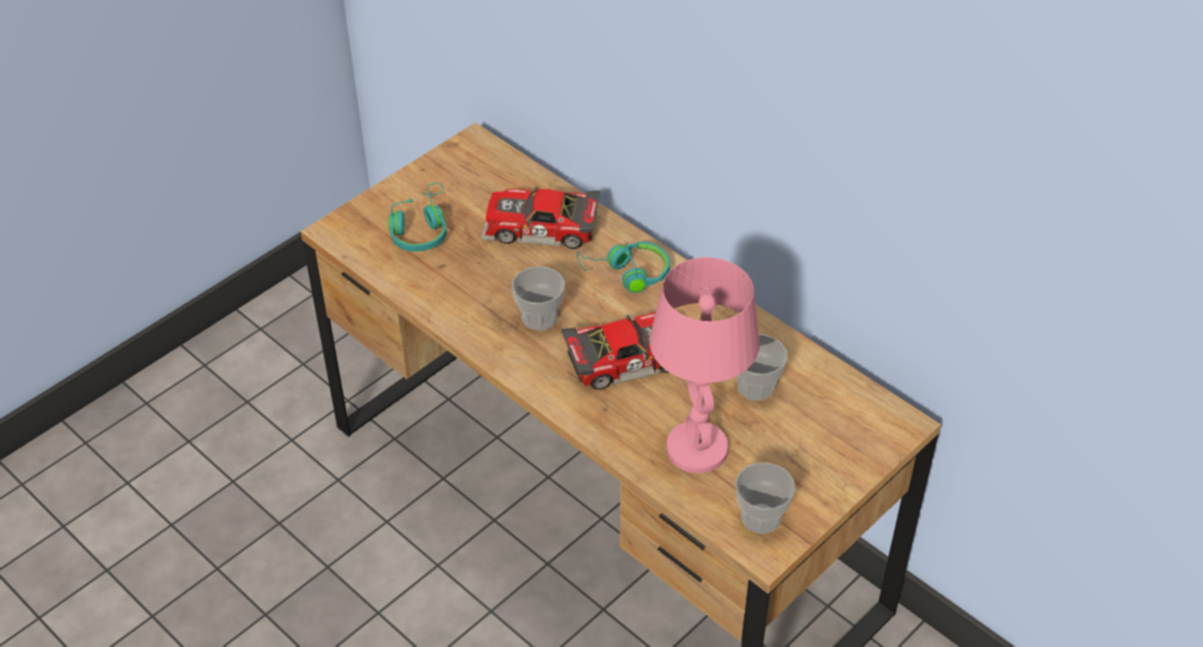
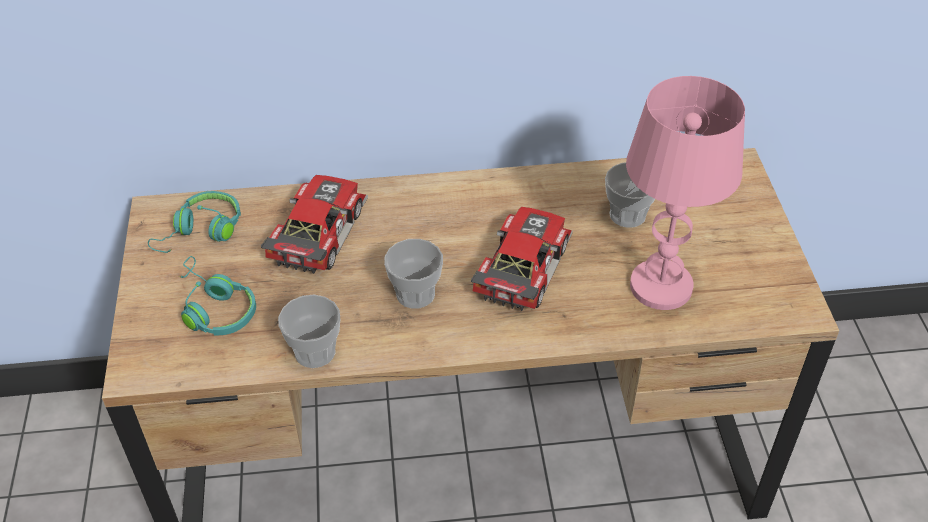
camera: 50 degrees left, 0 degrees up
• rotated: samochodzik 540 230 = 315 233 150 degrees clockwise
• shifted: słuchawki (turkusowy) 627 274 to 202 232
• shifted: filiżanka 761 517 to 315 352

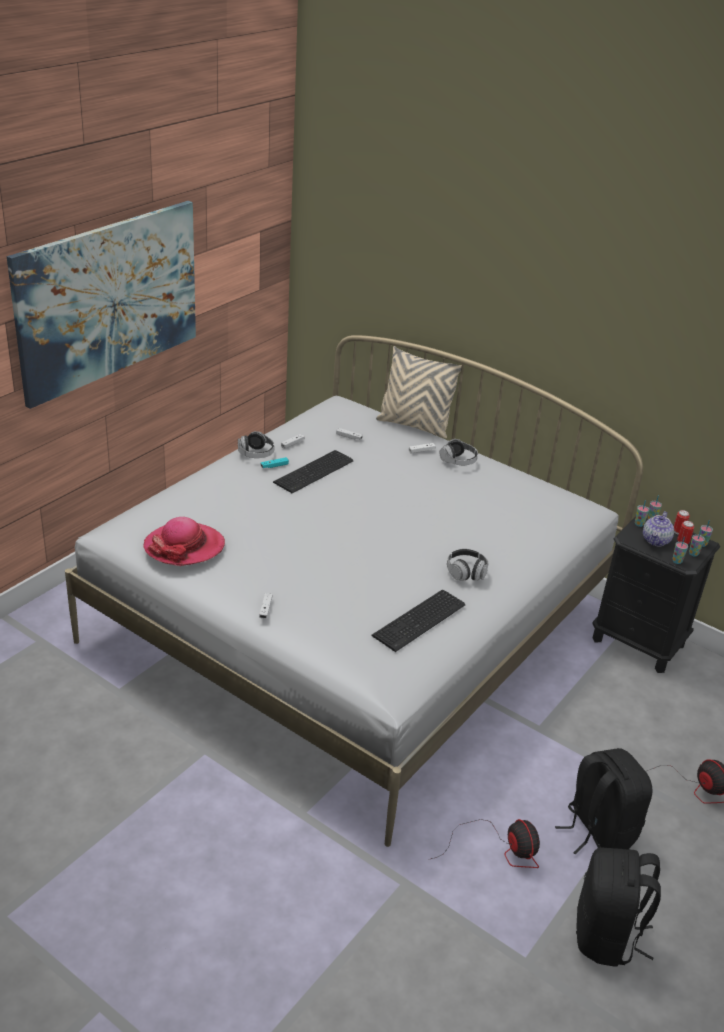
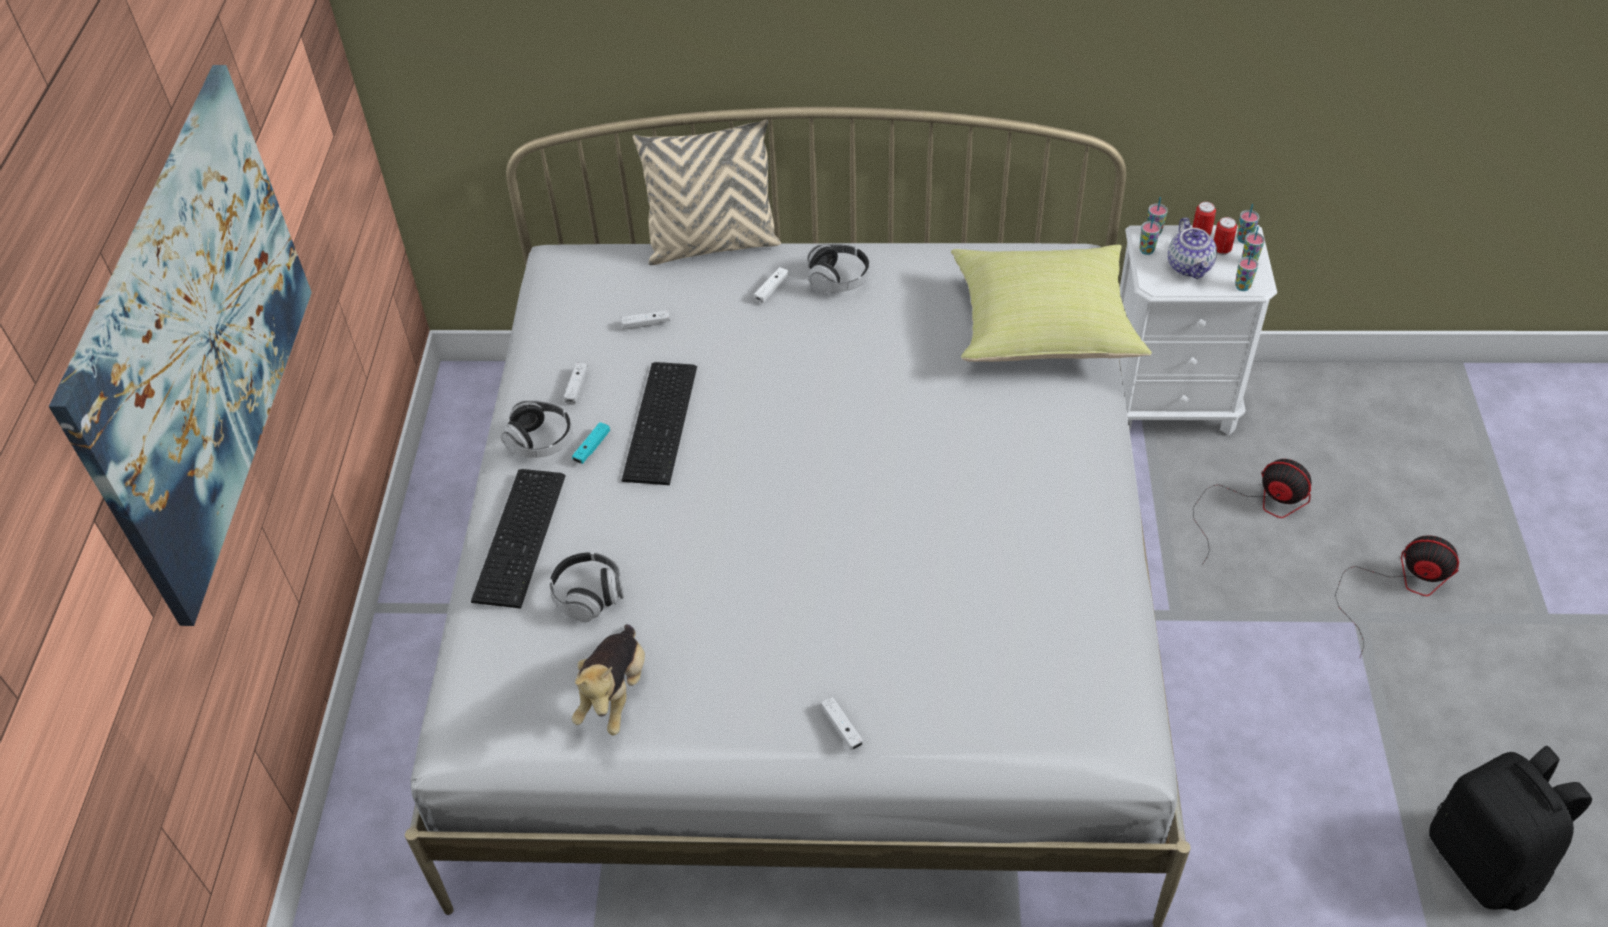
camera: 30 degrees left, 15 degrees up
• swapped: kapelusz 184 547 to pluszak 614 693
• shifted: klawiatura 421 620 to 523 536
• shifted: wentylator 500 849 to 1255 508
• shifted: słuchawki 466 572 to 588 595
• gone: plecak (czarny) 597 830
• repainted: szafka nocna (czarny) 638 642 to szafka nocna (biały) 1171 402
• new: poduszka (żółty) 1044 327

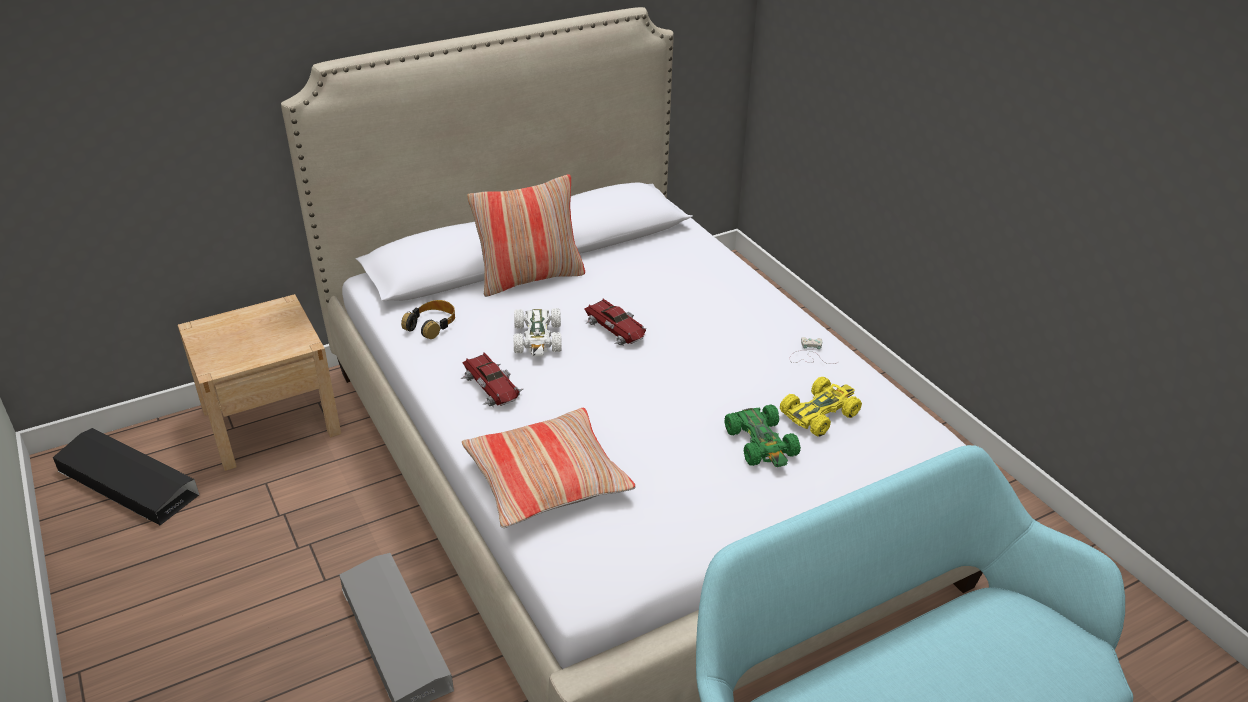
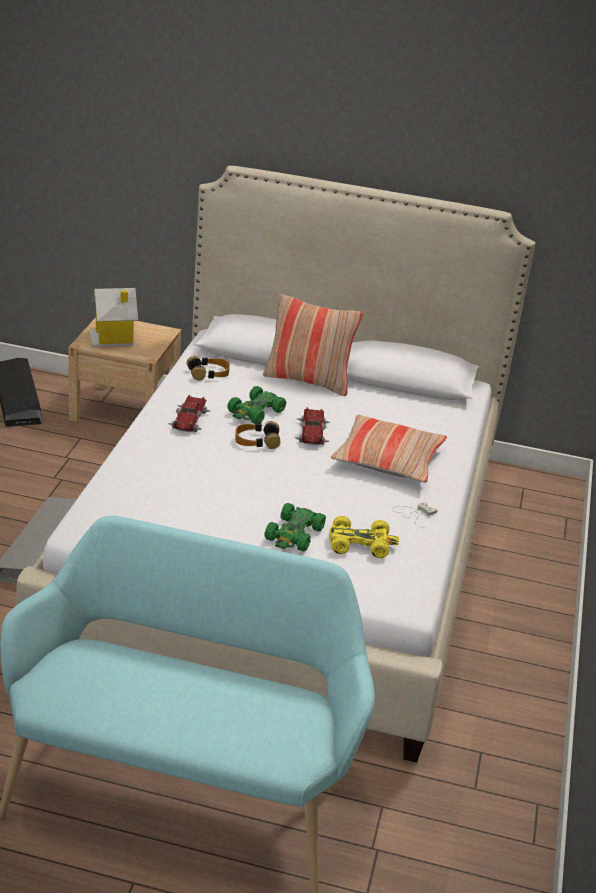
camera: 40 degrees right, 5 degrees down
• shifted: poduszka 547 479 to 388 459
• repainted: samochodzik (biały) 538 339 to samochodzik (zielony) 255 412
• new: domek 113 339
• new: słuchawki 257 441

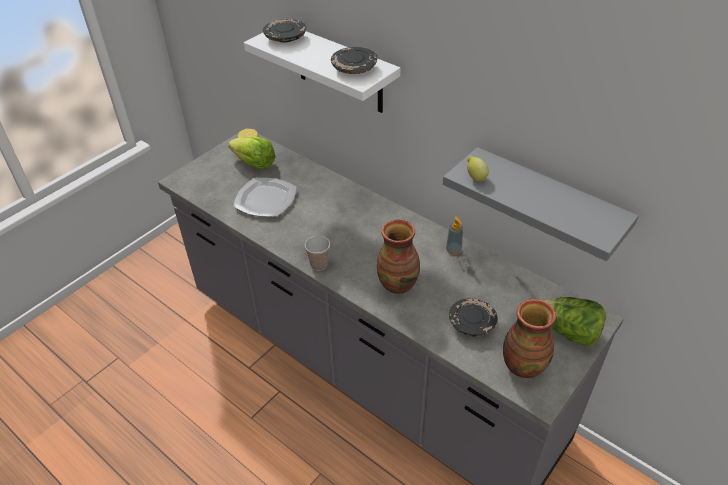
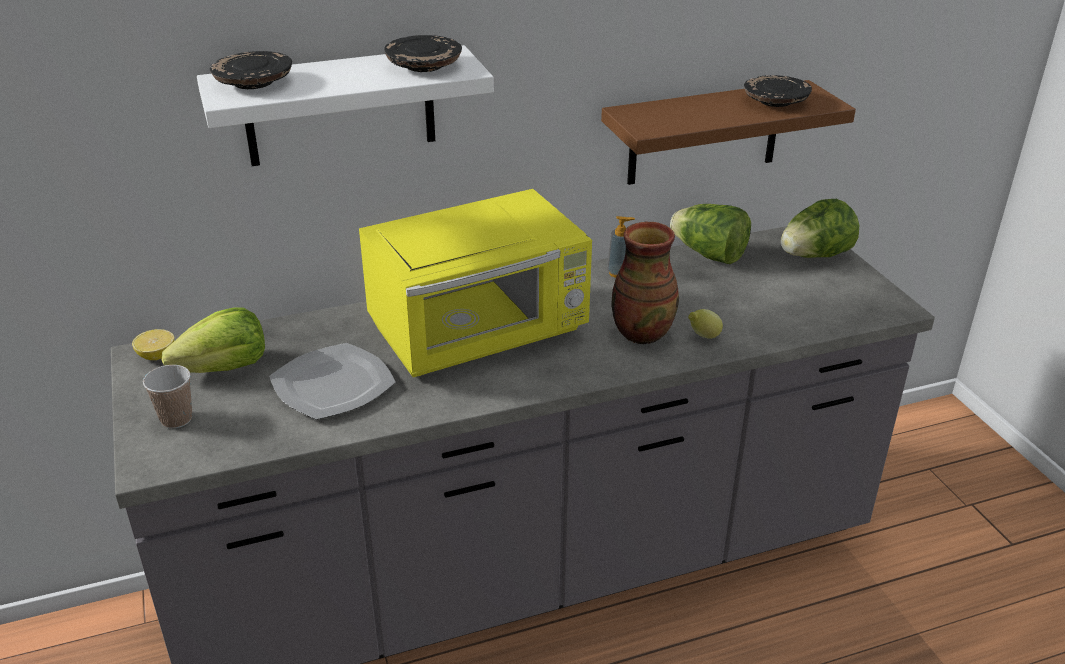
camera: 60 degrees left, 10 degrees down
• shifted: filiżanka 319 265 to 176 419
• repainted: półka (szary) 547 204 to półka (brązowy) 704 133
• shifted: talerz (czarny) 471 323 to 775 101
• shifted: cytryna 475 177 to 703 336
• gone: wazon 523 365
• new: mikrofalówka (żółty) 481 334
• new: sałata 709 255

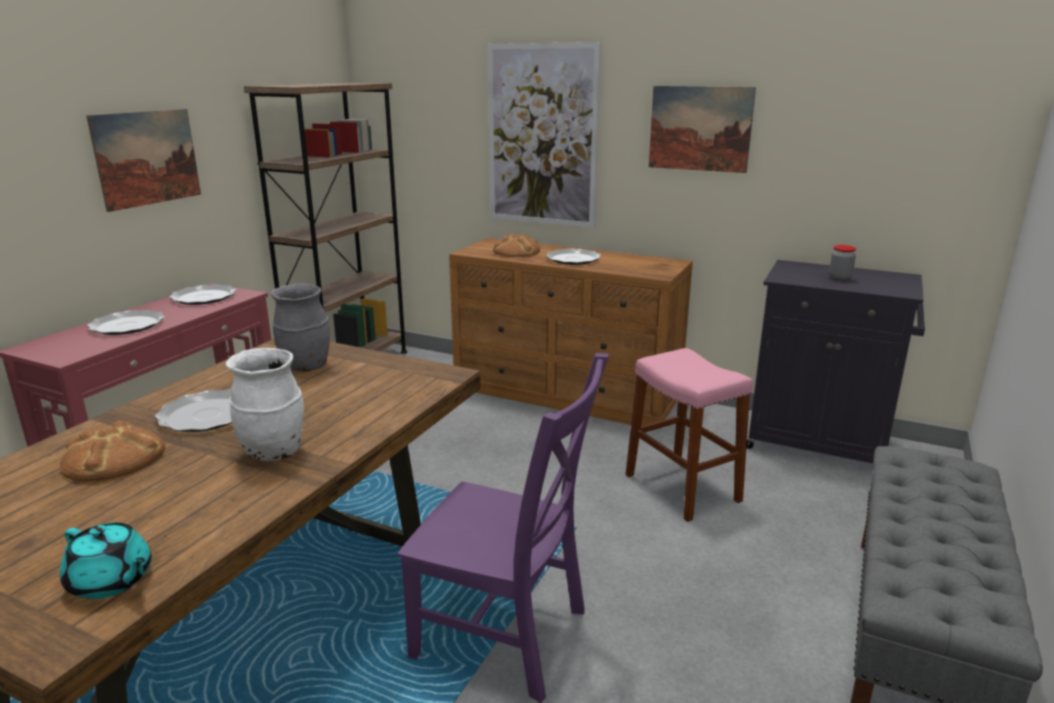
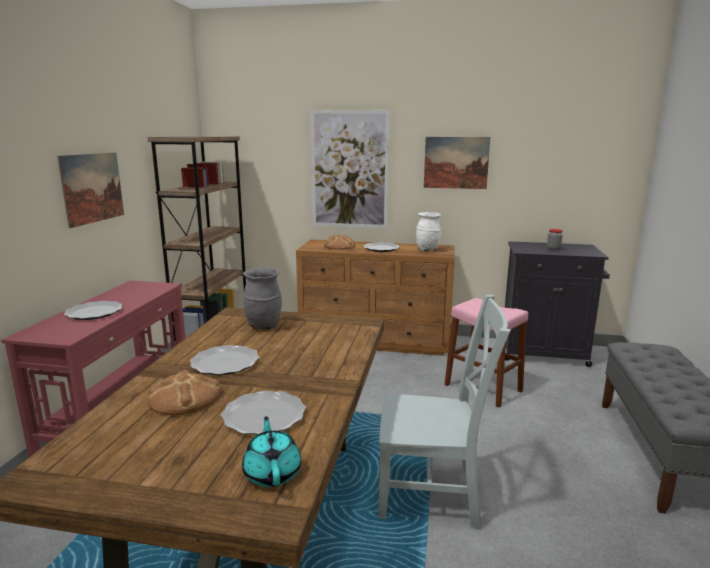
camera: 15 degrees left, 5 degrees down
• rotated: imbryk (turkusowy) 111 581 = 272 472 120 degrees counterclockwise
• shifted: talerz 204 297 to 264 415
• shifted: wazon (biały) 274 452 to 427 250
• repainted: krzesło (fioletowy) 507 636 to krzesło (szary) 434 493

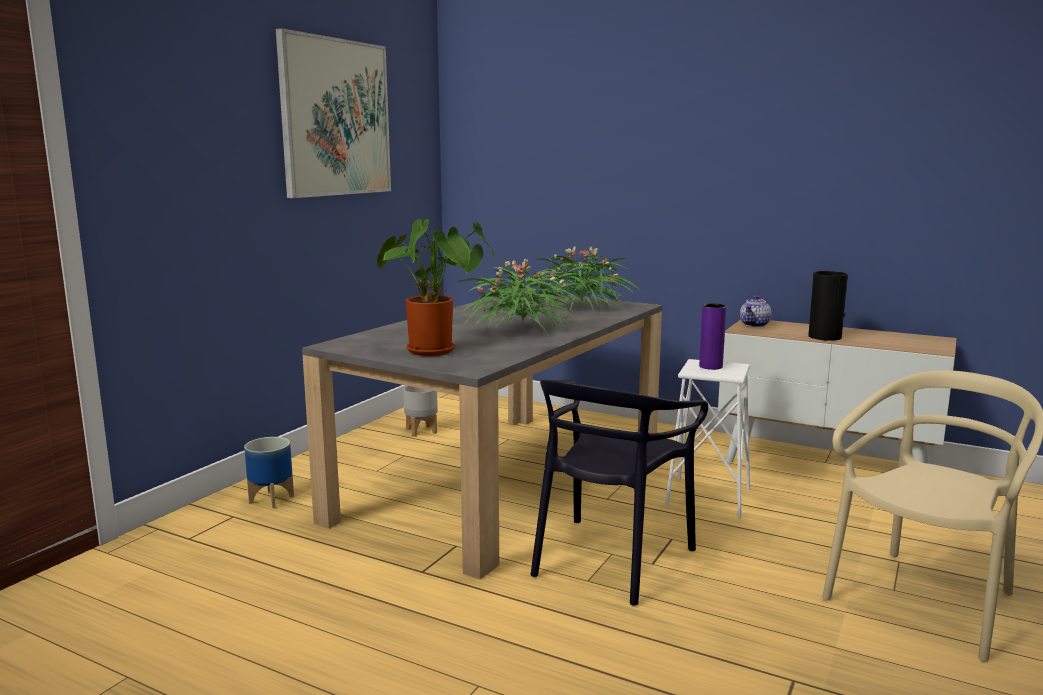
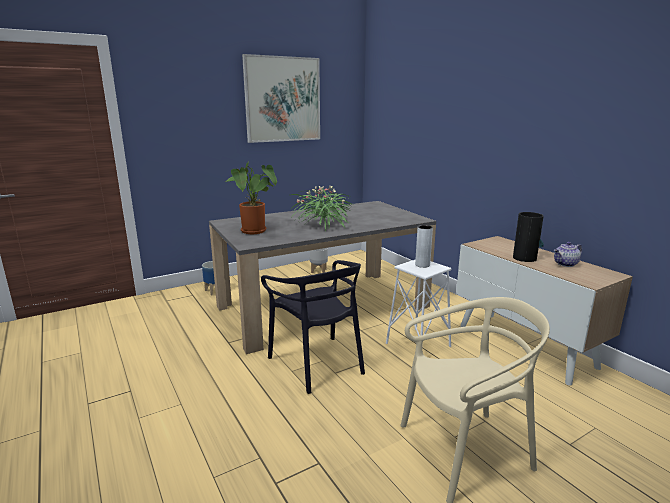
camera: 30 degrees right, 5 degrees up
• gone: roślina doniczkowa 582 307
• rotated: krzesło (czarny) 610 559 = 317 363 90 degrees counterclockwise
• repainted: wazon (fioletowy) 710 366 to wazon (szary) 422 265
• shifted: imbryk 755 325 to 566 264

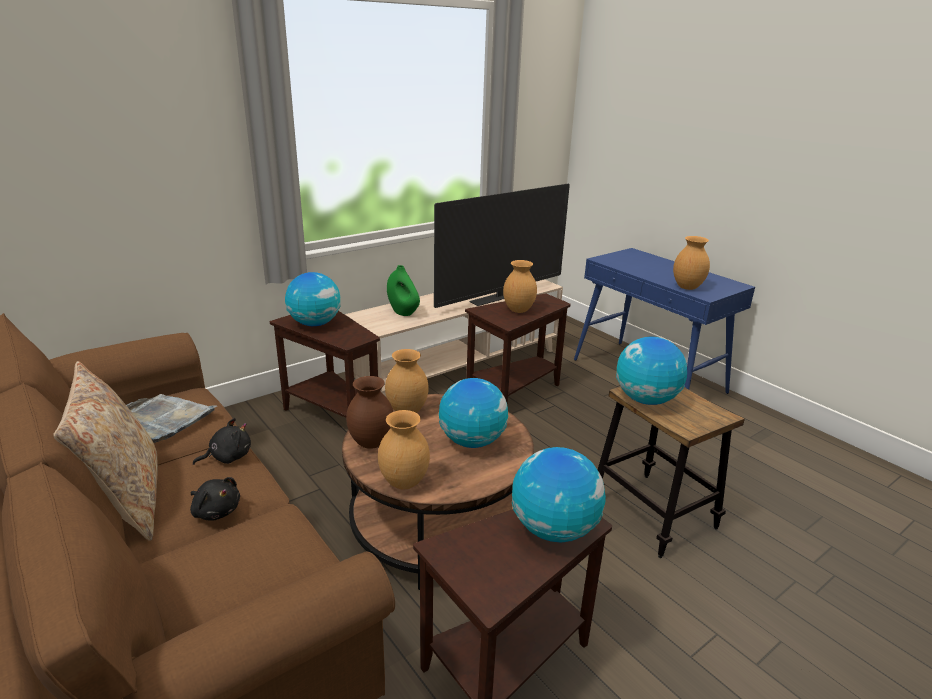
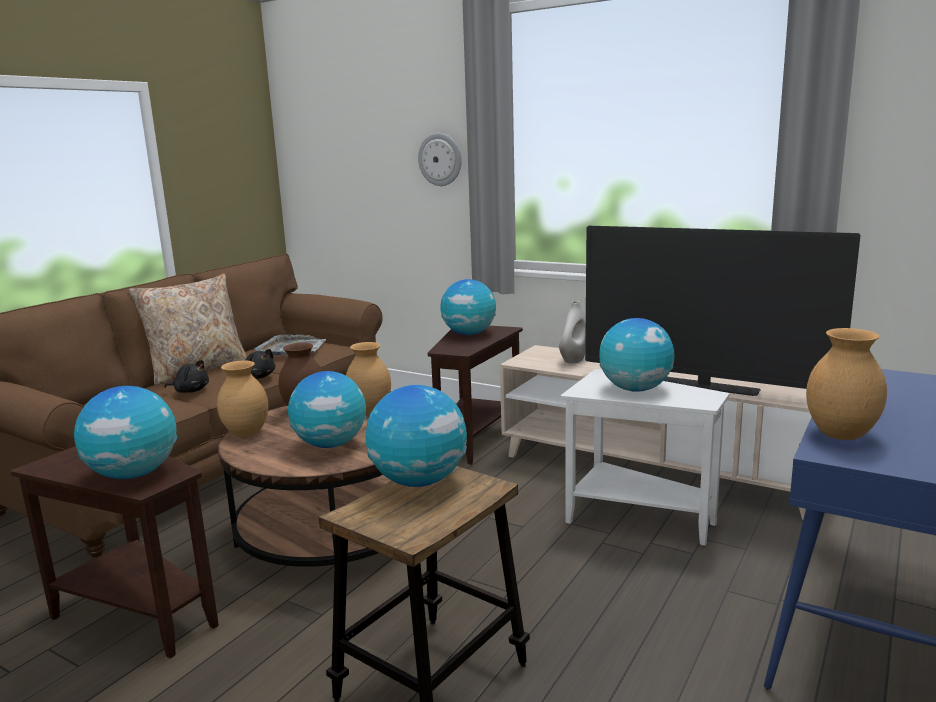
camera: 70 degrees right, 10 degrees down
• rotated: pluszak (czarny) 216 511 = 190 391 90 degrees counterclockwise
• repainted: wazon (zielony) 403 312 to wazon (biały) 574 360
• repainted: stolik (brązowy) 513 393 to stolik (biały) 635 517
• swapped: wazon (brązowy) 518 310 to globus 635 389
• new: zegar ścienny 440 159

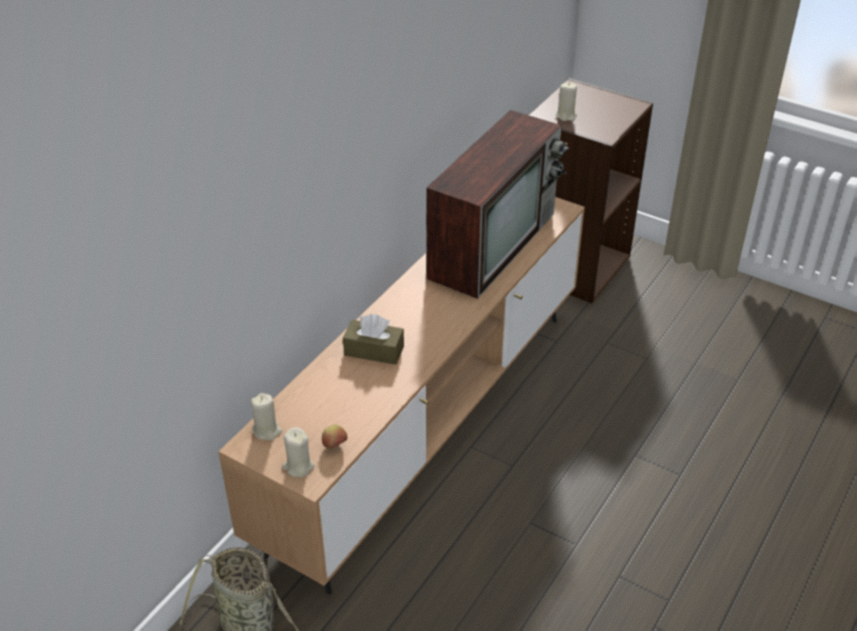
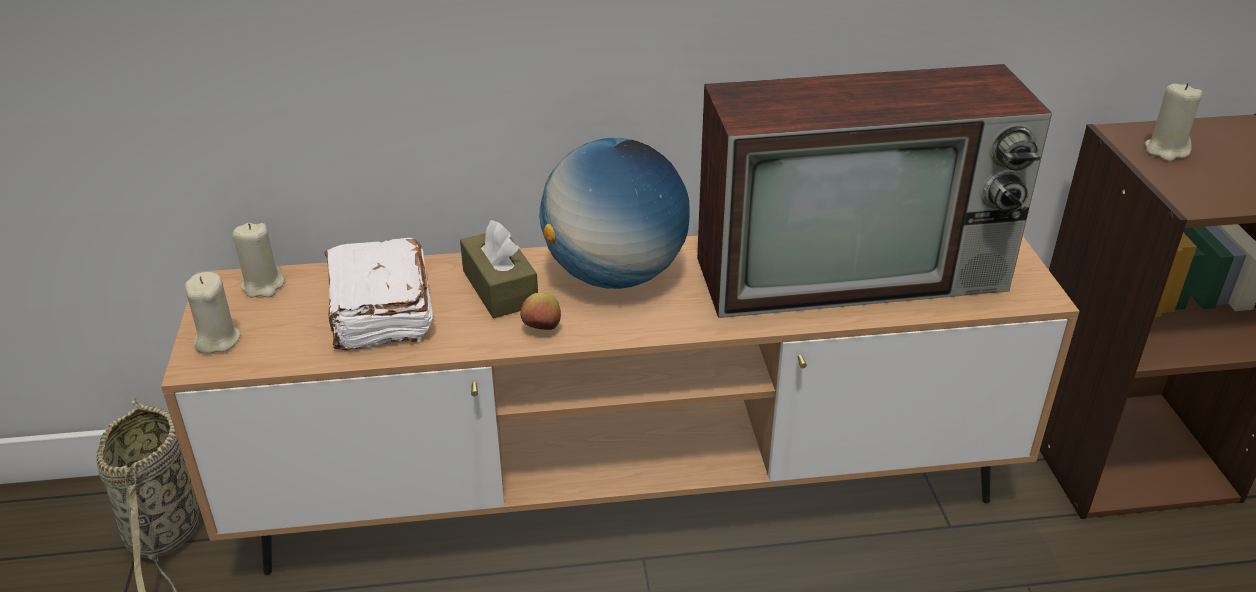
camera: 50 degrees right, 5 degrees down
• shifted: jabłko 335 446 to 542 329
• new: książka (biały) 379 313
• new: globus 615 275

